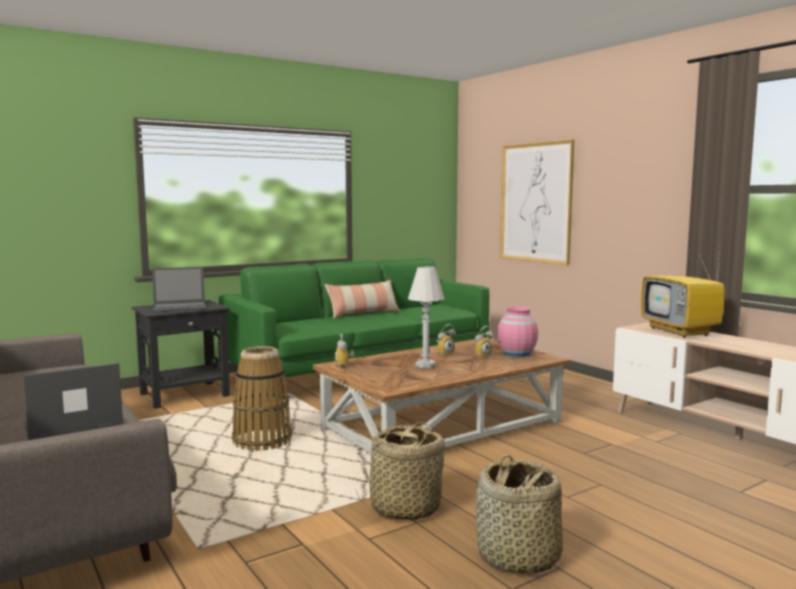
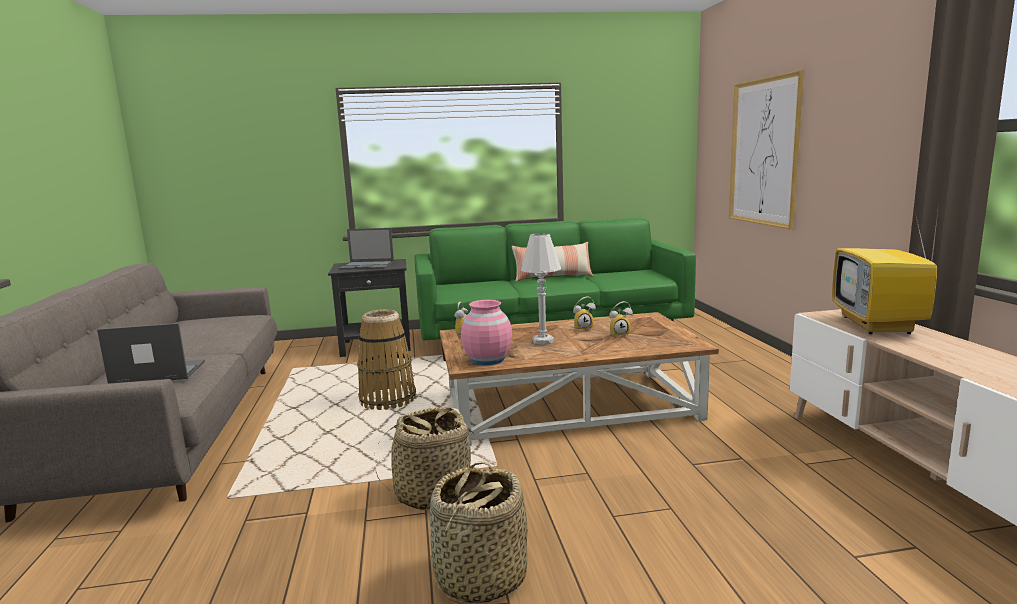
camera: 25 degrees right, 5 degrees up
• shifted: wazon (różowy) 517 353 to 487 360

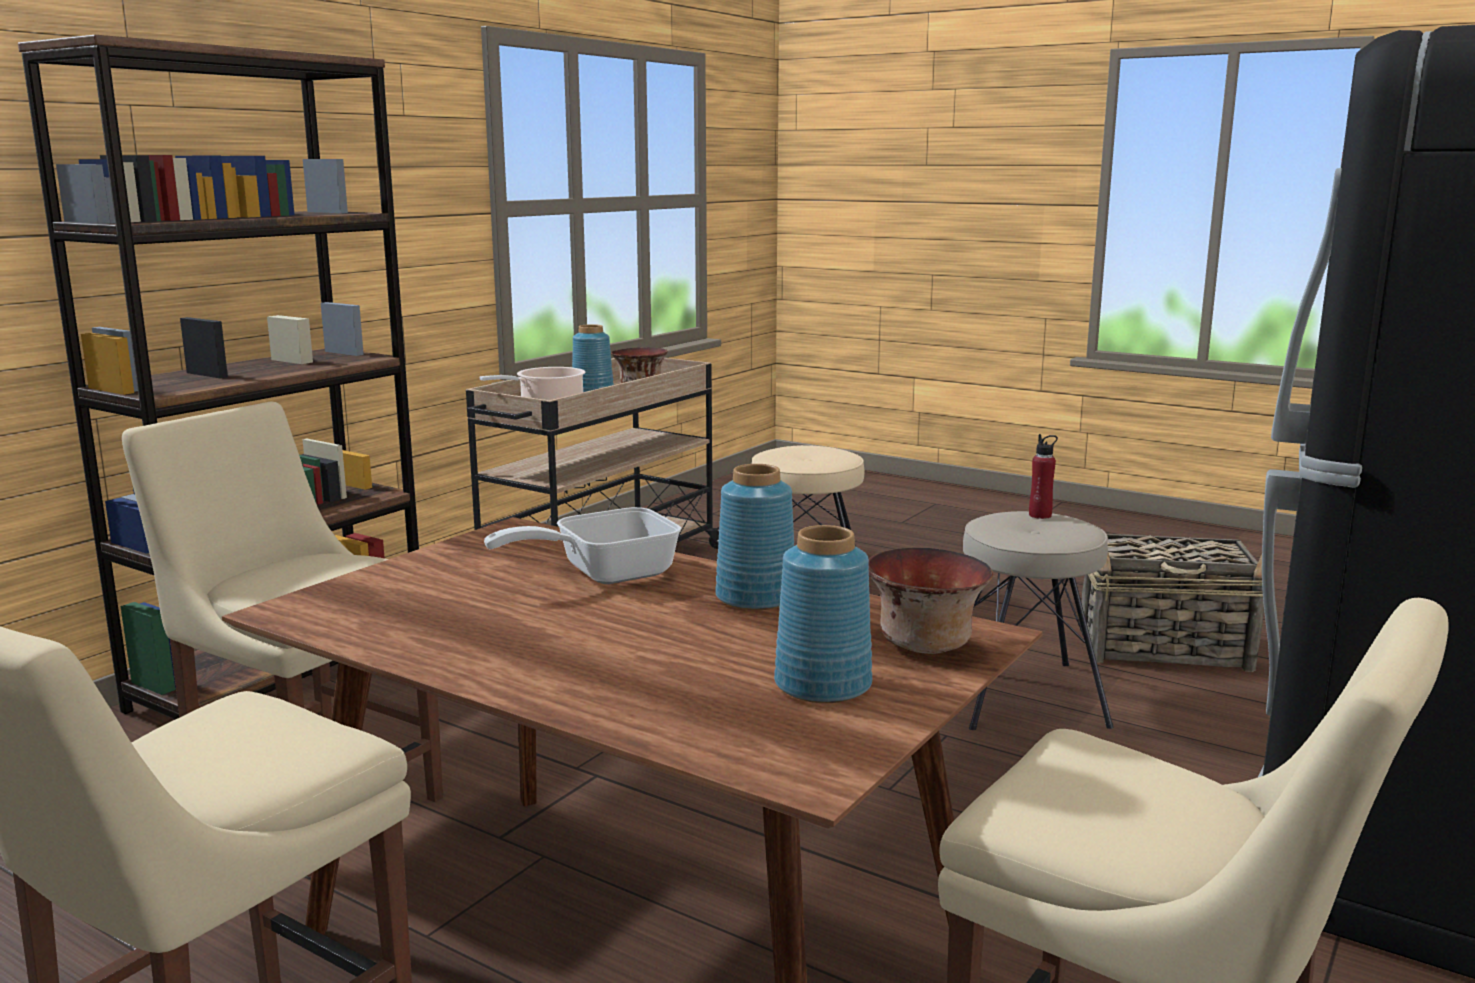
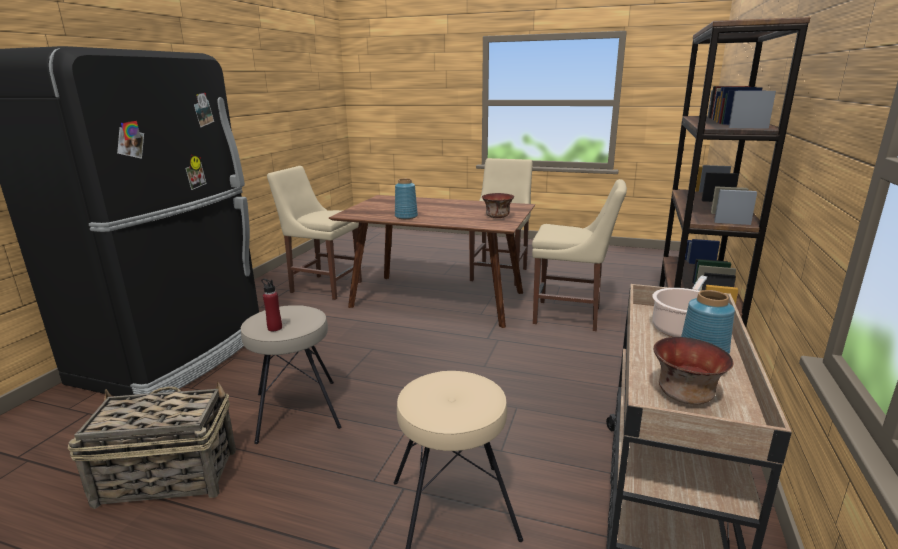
camera: 165 degrees right, 5 degrees up
• gone: patelnia 603 574
• gone: wazon (niebieski) 823 684
• shifted: miska 923 644 to 498 217

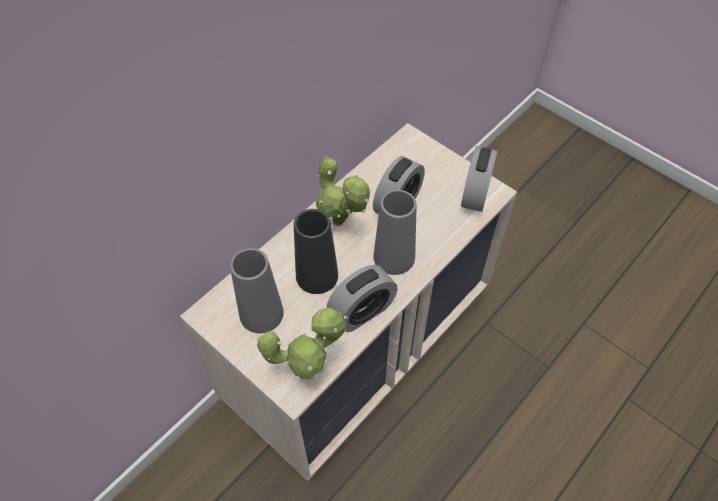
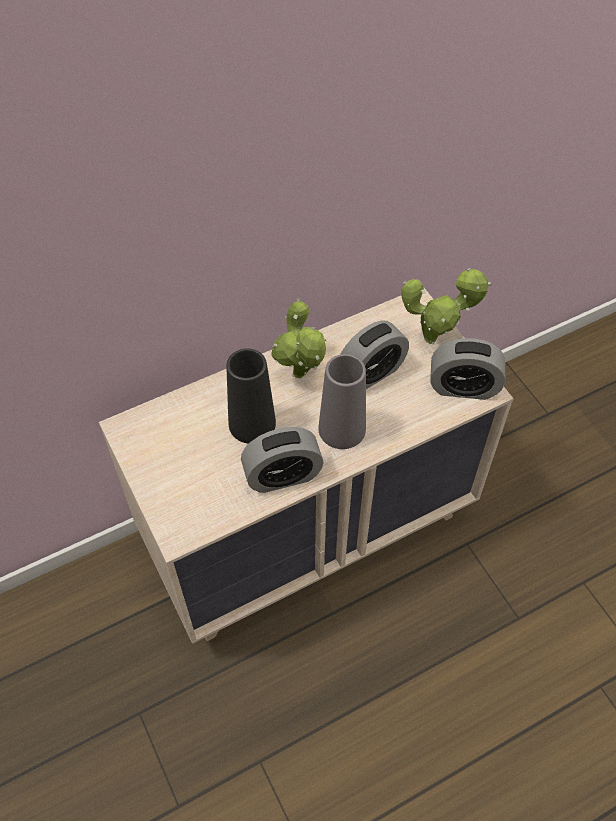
camera: 20 degrees right, 0 degrees up
• gone: wazon (szary) 261 313
• shifted: roślina doniczkowa 307 370 to 435 338
• rotated: budzik 475 194 = 463 387 60 degrees clockwise

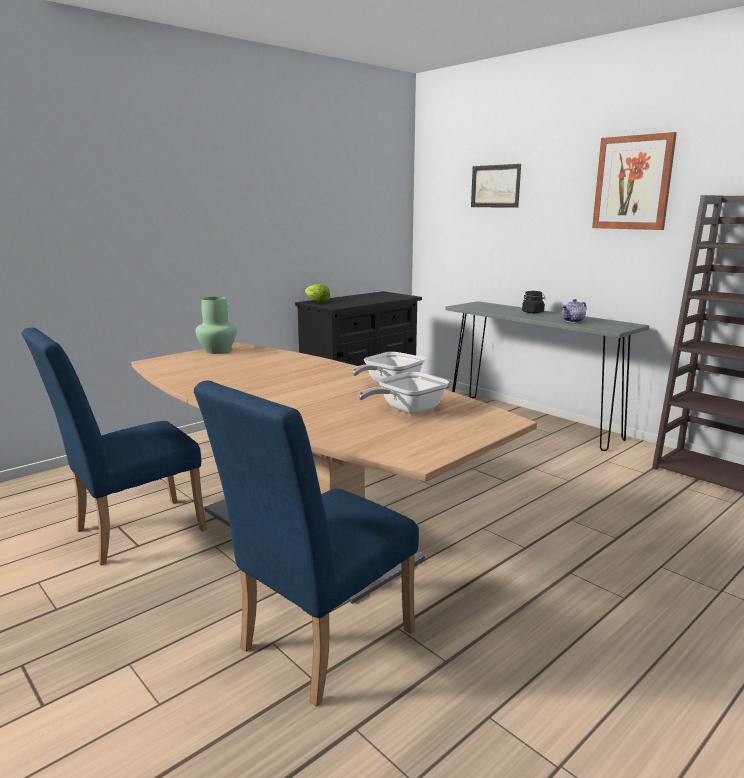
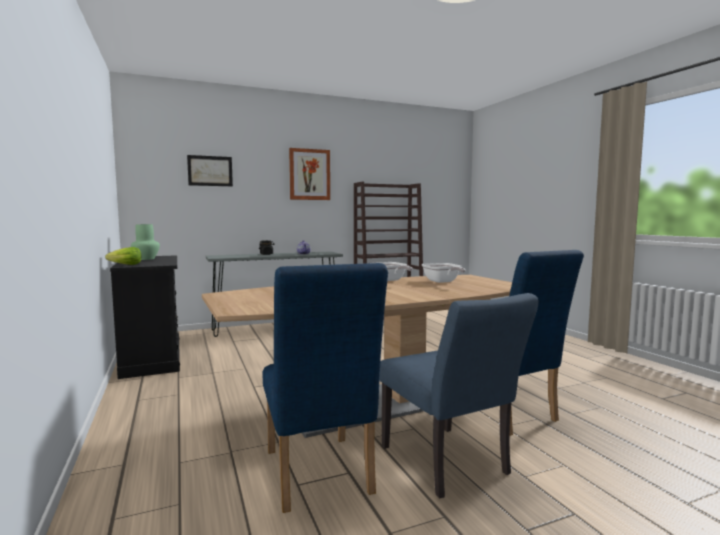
camera: 70 degrees left, 10 degrees down
• shifted: wazon (zielony) 218 351 to 146 259
• new: krzesło (niebieski) 449 464

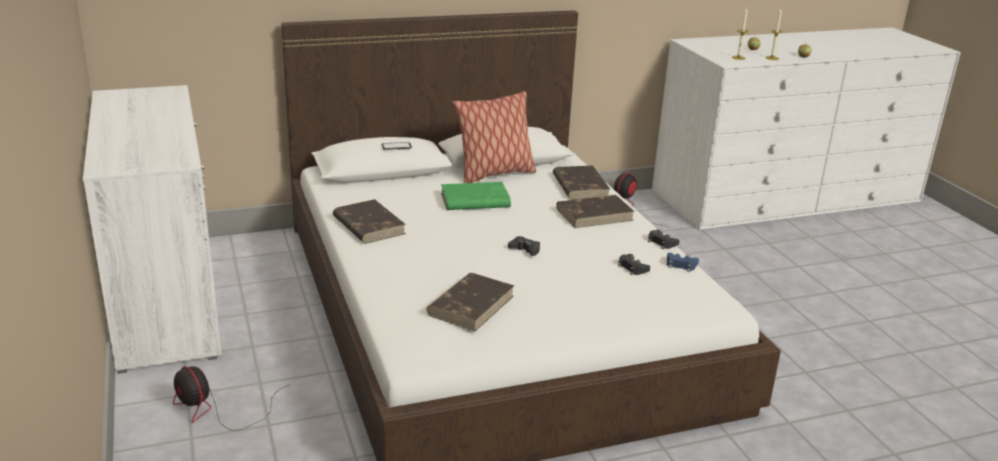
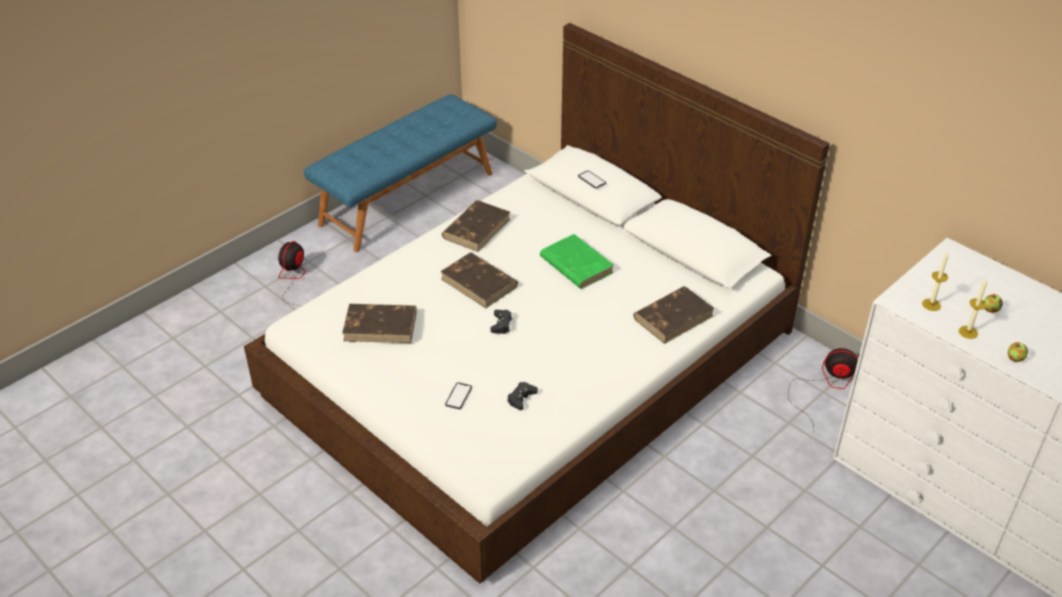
camera: 65 degrees right, 15 degrees up
• swapped: szafka (biały) 166 303 to ławka (niebieski) 407 198
• gone: poduszka 494 174
• shifted: książka (brązowy) 595 214 to 479 283
• gone: pad do gier (czarny) 661 242
• gone: pad do gier (niebieski) 681 265
• new: telefon 458 396

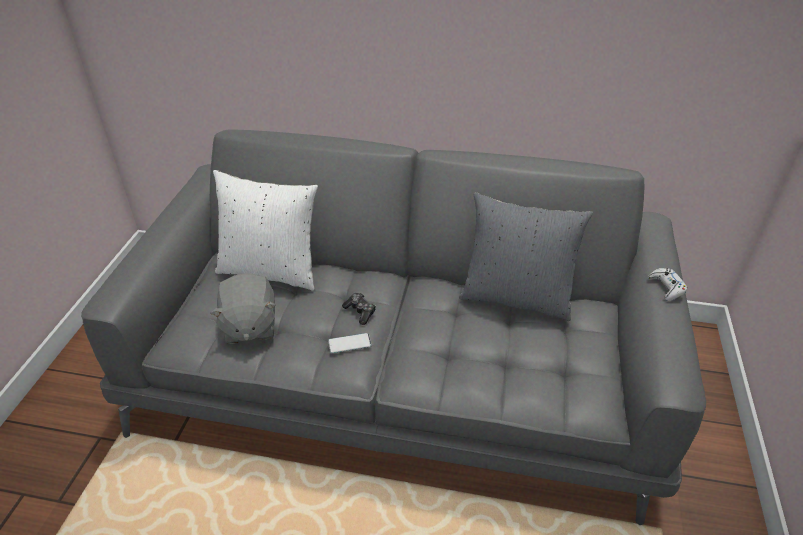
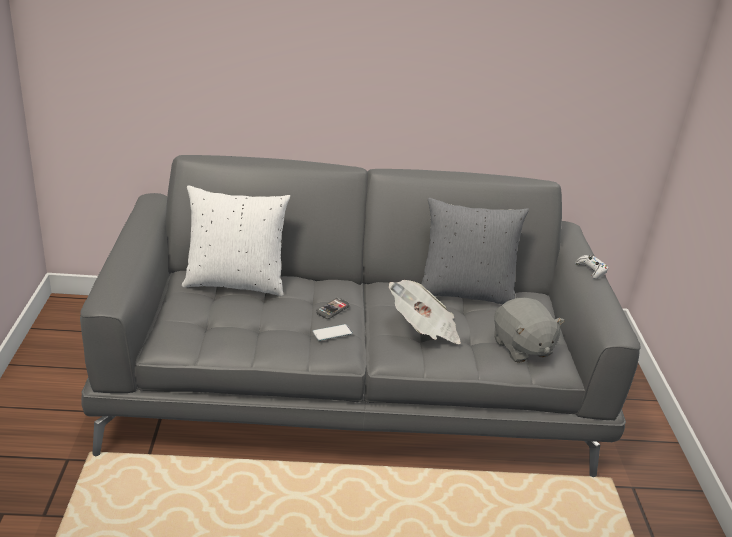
camera: 15 degrees left, 10 degrees down
• shifted: pluszak (szary) 249 326 to 521 348
• swapped: pad do gier 360 311 to telefon 332 309
• new: gazeta 424 329

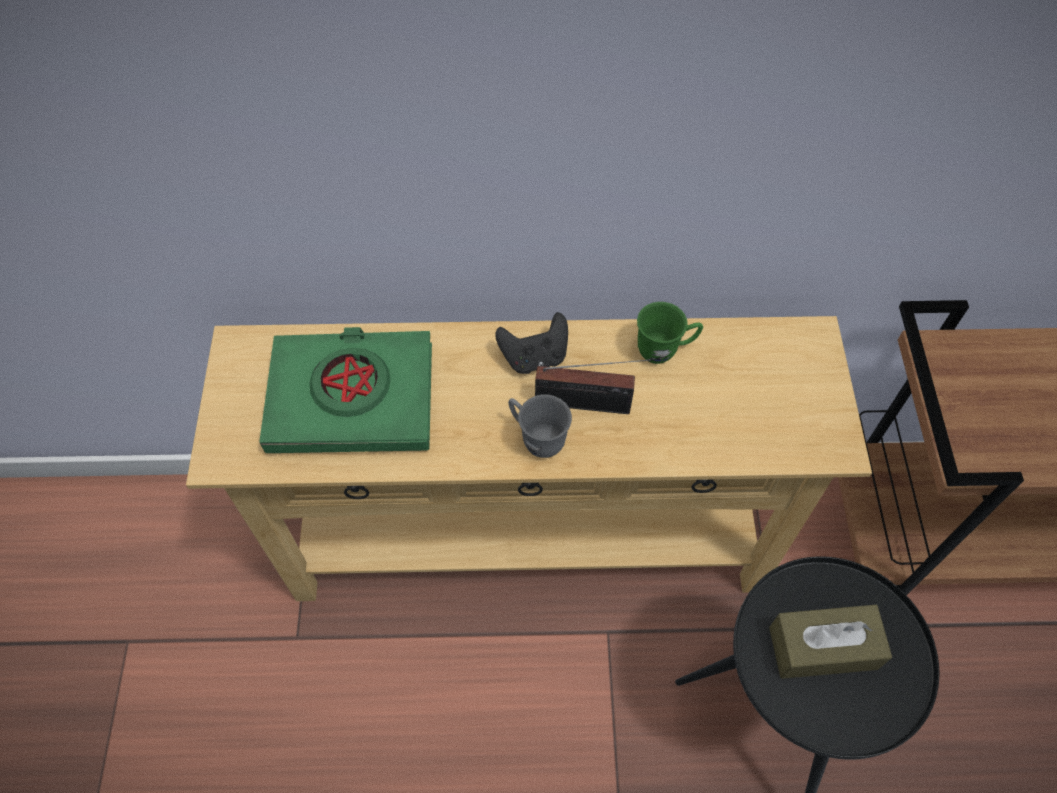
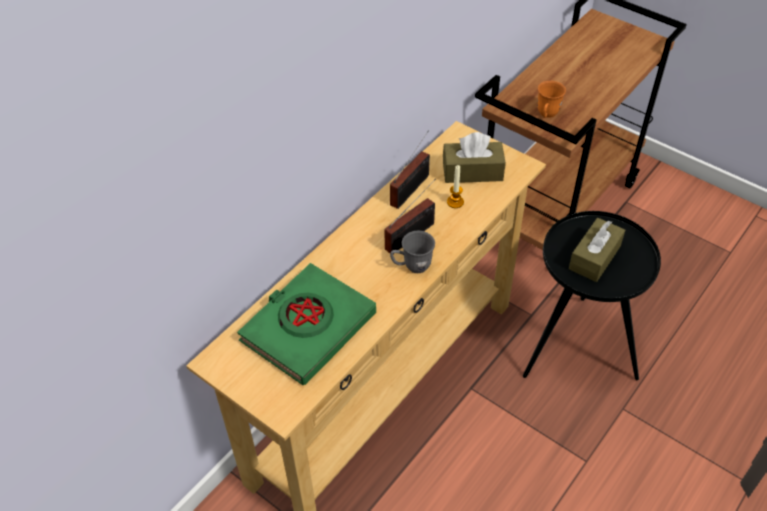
camera: 50 degrees left, 10 degrees down
• gone: pad do gier (czarny) 534 357
• swapped: kubek (zielony) 665 350 to radio 412 188
• new: pudełko chusteczek (brązowy) 472 171
• new: świeca 455 202
• new: kubek (pomarańczowy) 546 115

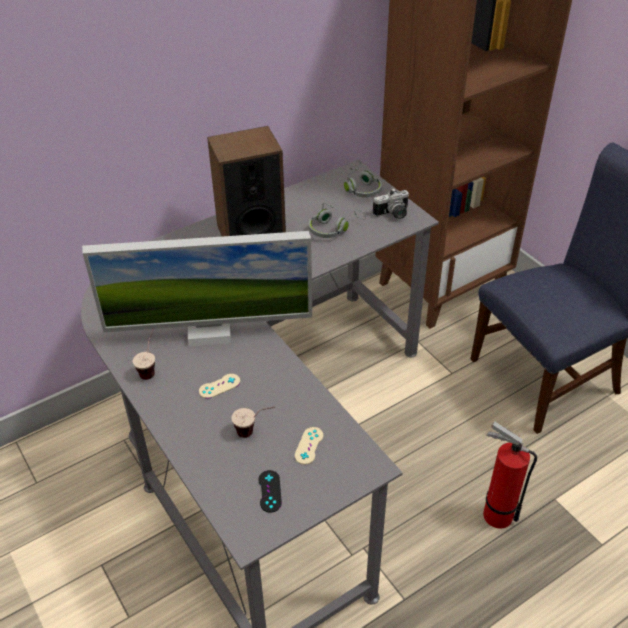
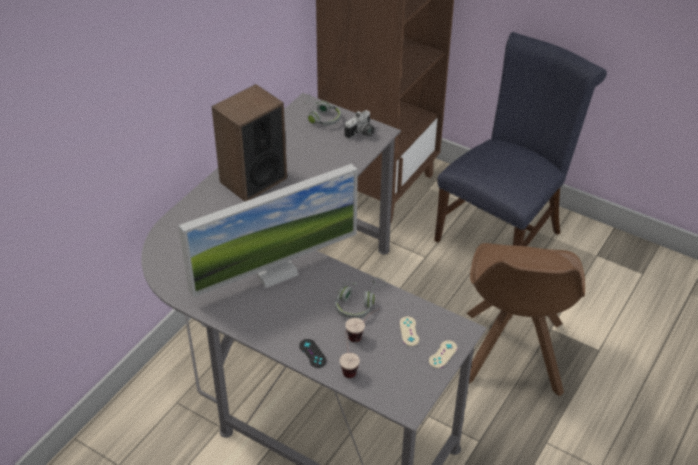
camera: 25 degrees left, 0 degrees up
• shifted: filiżanka 150 368 to 348 366
• shifted: pad do gier (beżowy) 219 386 to 443 354
• shifted: pad do gier (czarny) 270 491 to 312 353
• shifted: słuchawki (szary) 333 228 to 358 303
• swapped: gaśnica 494 513 to krzesło (brązowy) 512 355

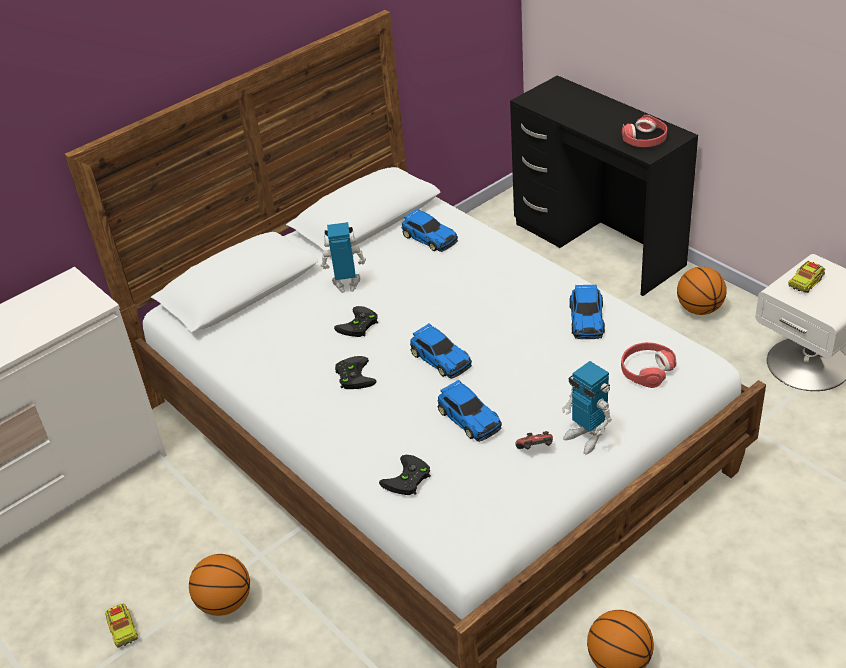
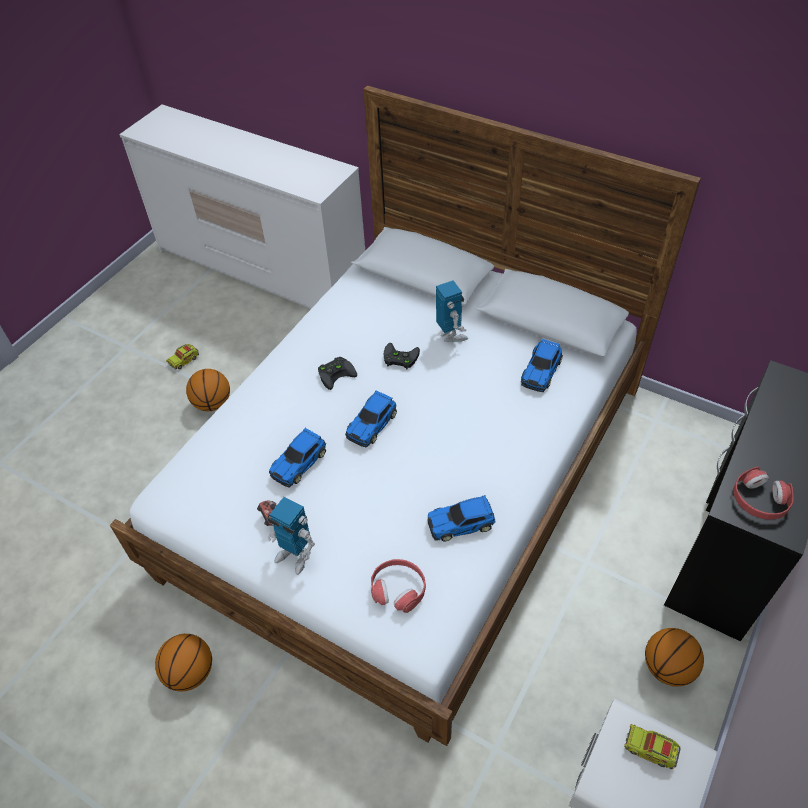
camera: 70 degrees right, 10 degrees up
• gone: pad do gier (czarny) 407 480
• rotated: robot zabawkowy 586 437 = 295 555 90 degrees counterclockwise

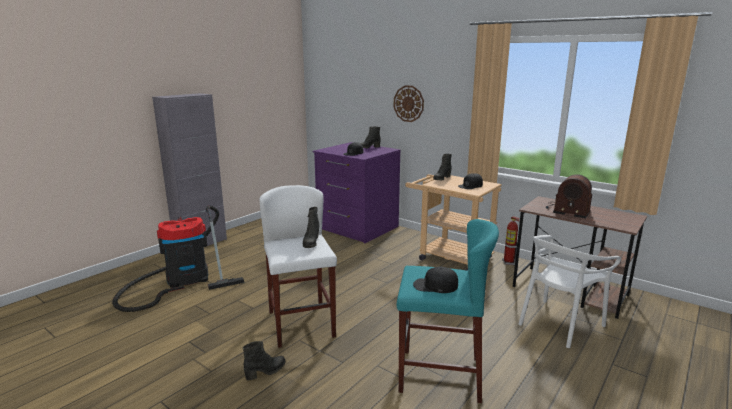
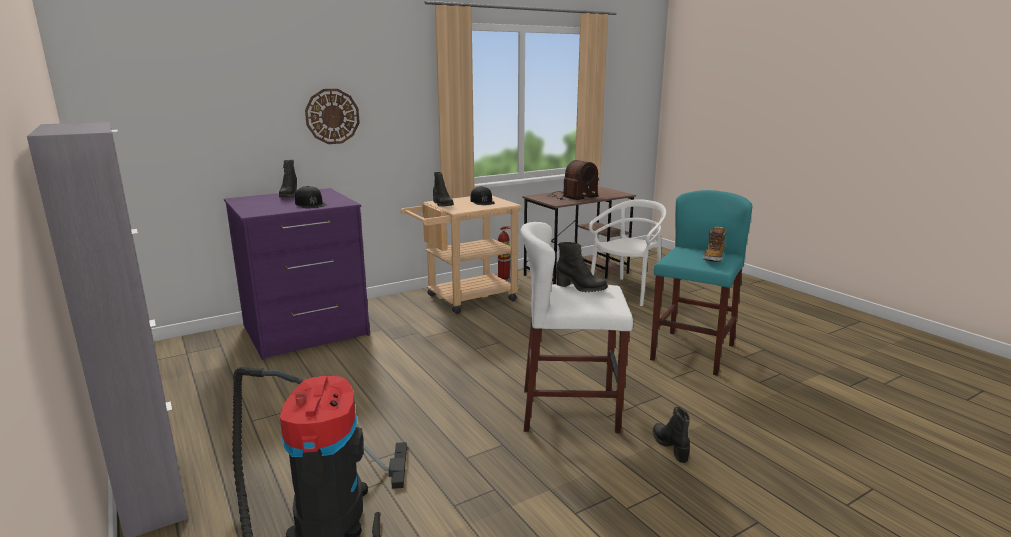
camera: 70 degrees left, 0 degrees up
• swapped: czapka z daszkiem (czarny) 435 285 to but z cholewką 713 258
• rotated: krzesło (biały) 559 323 = 627 291 120 degrees counterclockwise

